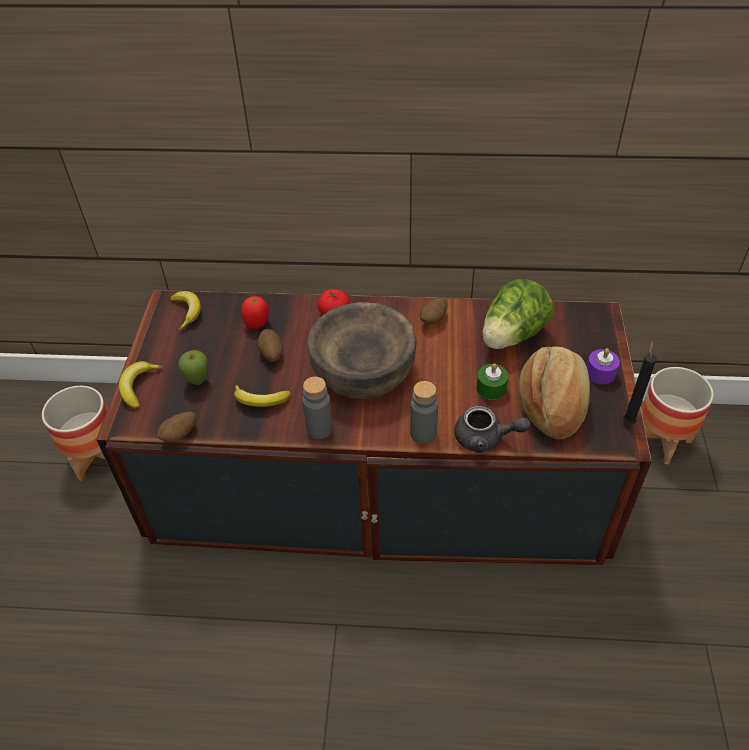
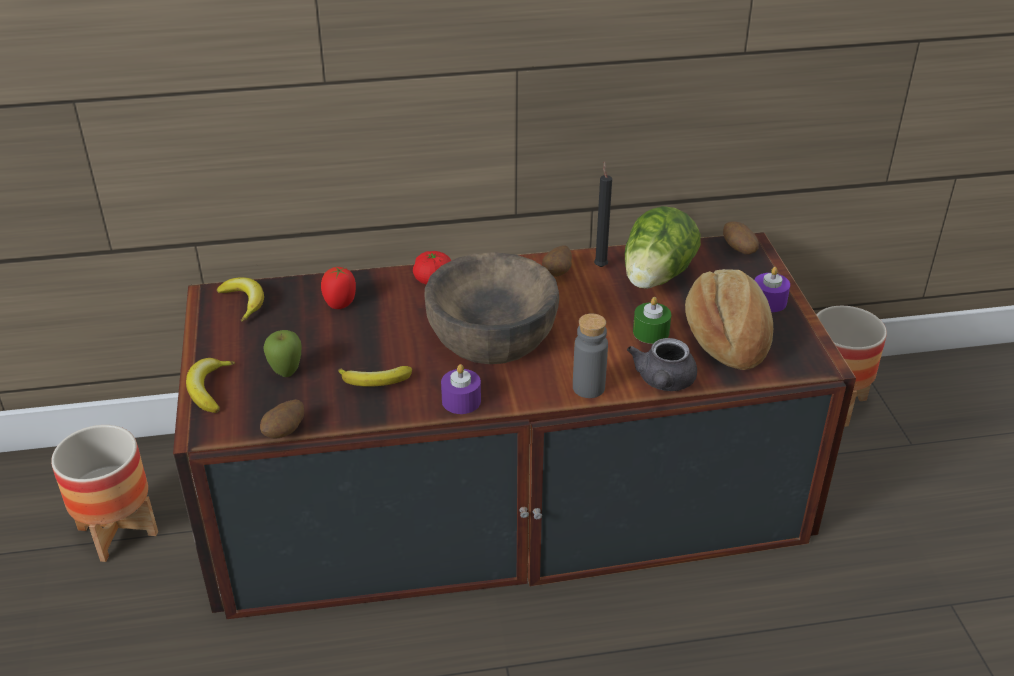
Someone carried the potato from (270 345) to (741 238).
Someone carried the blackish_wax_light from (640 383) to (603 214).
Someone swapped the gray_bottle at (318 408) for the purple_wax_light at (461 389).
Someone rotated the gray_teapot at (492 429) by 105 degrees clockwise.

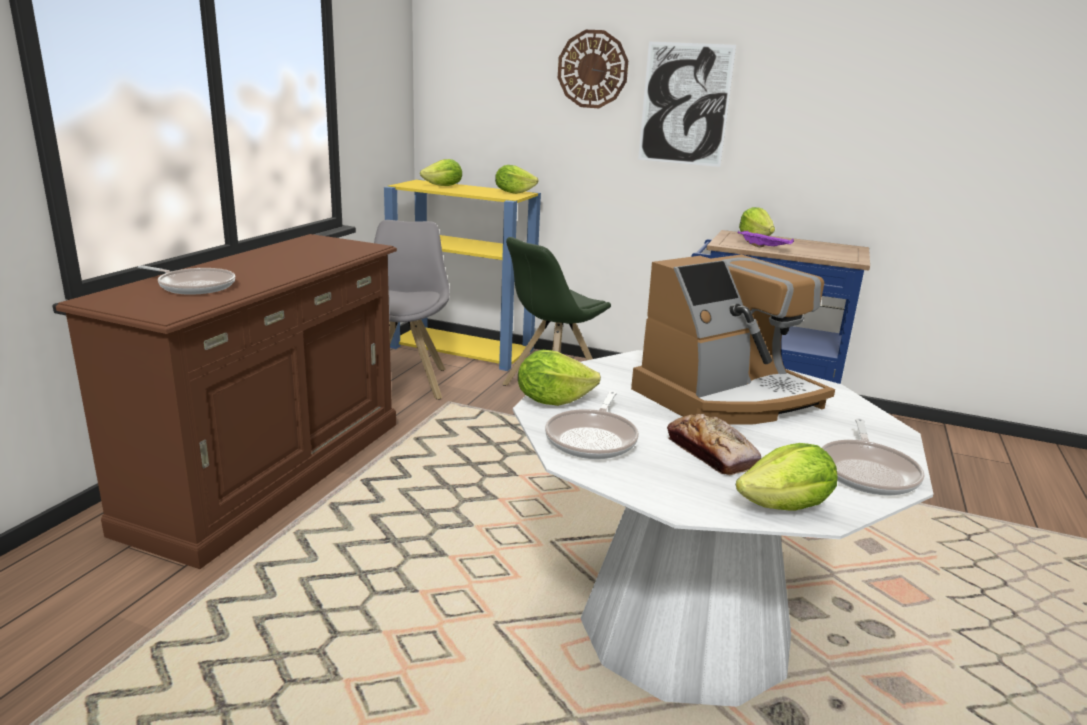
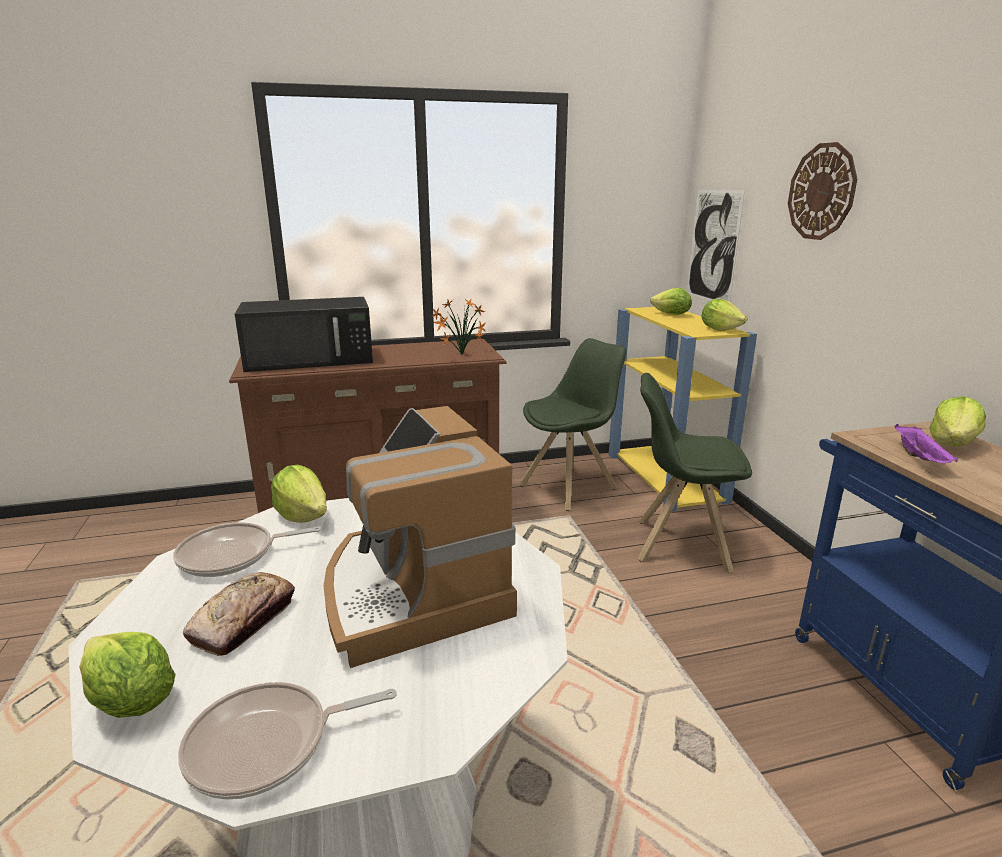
Someone carried the wall_art from (687 104) to (716 246).
Someone repainted the gray_upright_chair at (412 310), which became the greenish_upright_chair at (572 424).
Someone rotated the coffee_brewer at (733 339) by 45 degrees clockwise.
Someone swapped the skillet at (186 280) for the blackish_microwave_oven at (304 334).
Someone put down the houseplant at (459 327).

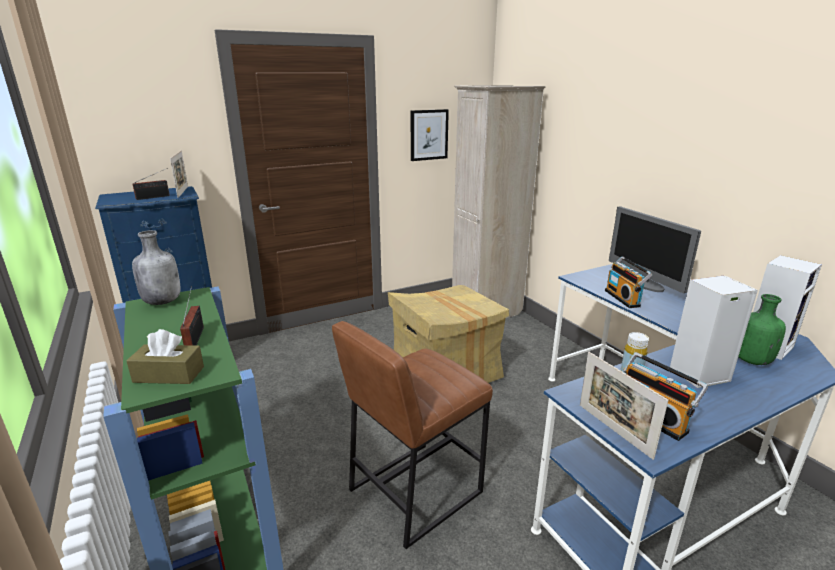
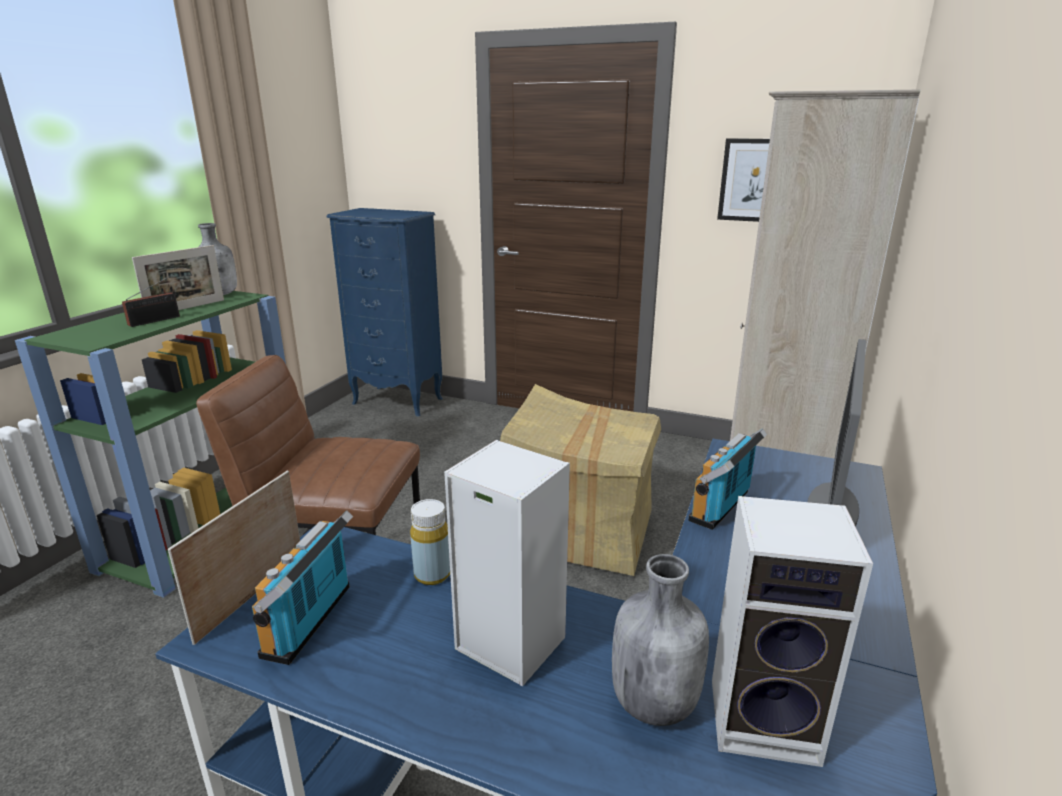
Someone carried the standing_frame from (179 174) to (178 277).
Someone took away the radio_receiver at (151 184).
Someone repainted the greenish_bottle at (762 329), which became the gray_bottle at (660 640).
Someone took away the brown-coloured_tissue_box at (165 356).

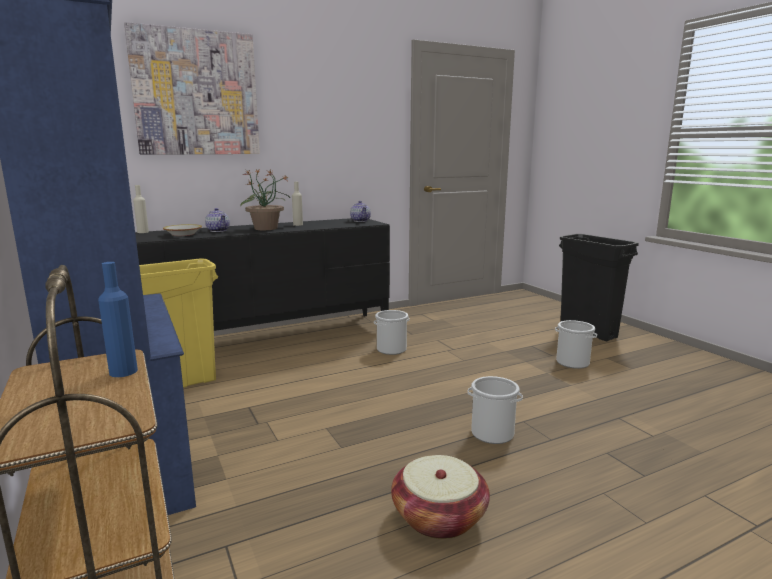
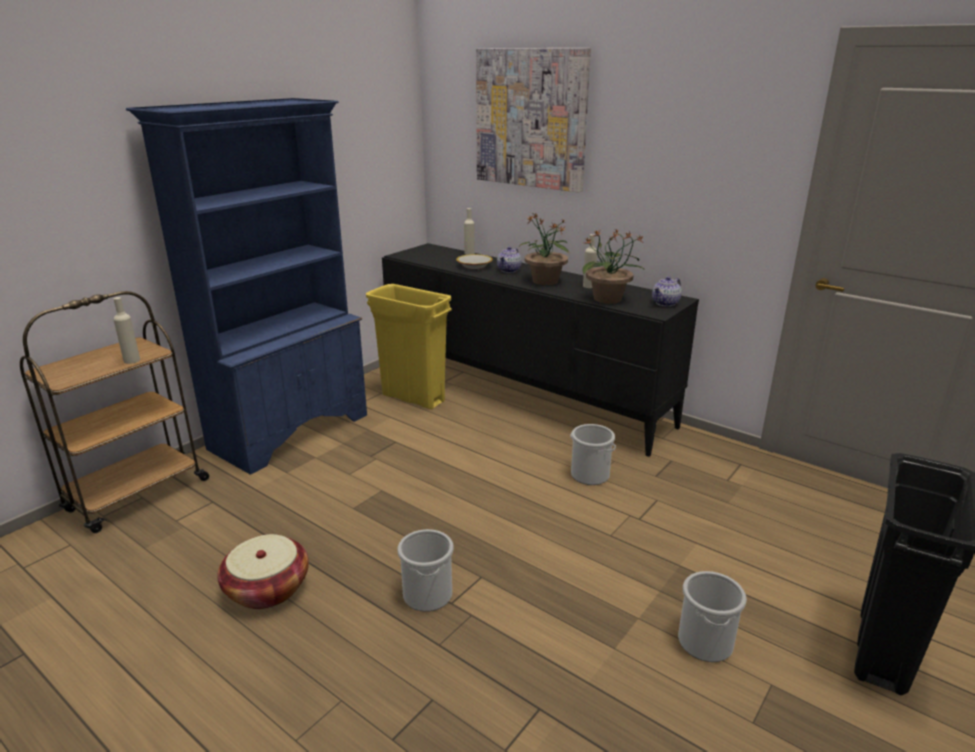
Someone repainted the blue-coloured_bottle at (118 319), which became the sand-coloured_bottle at (126 330).
Someone put down the houseplant at (614 267).

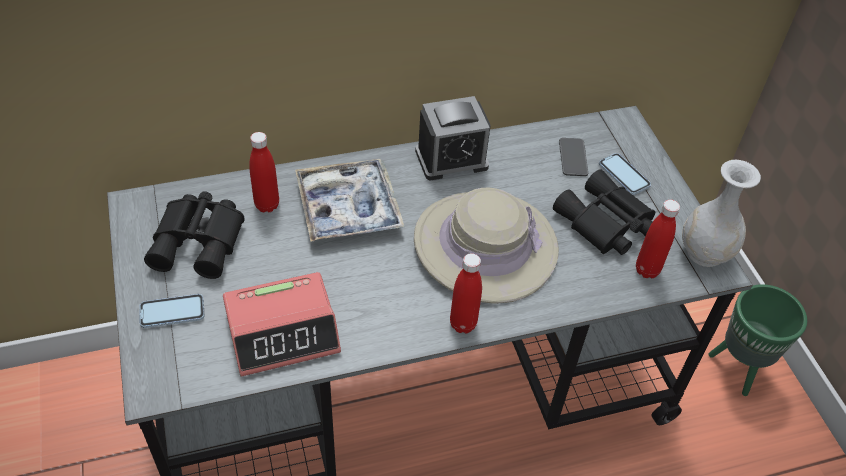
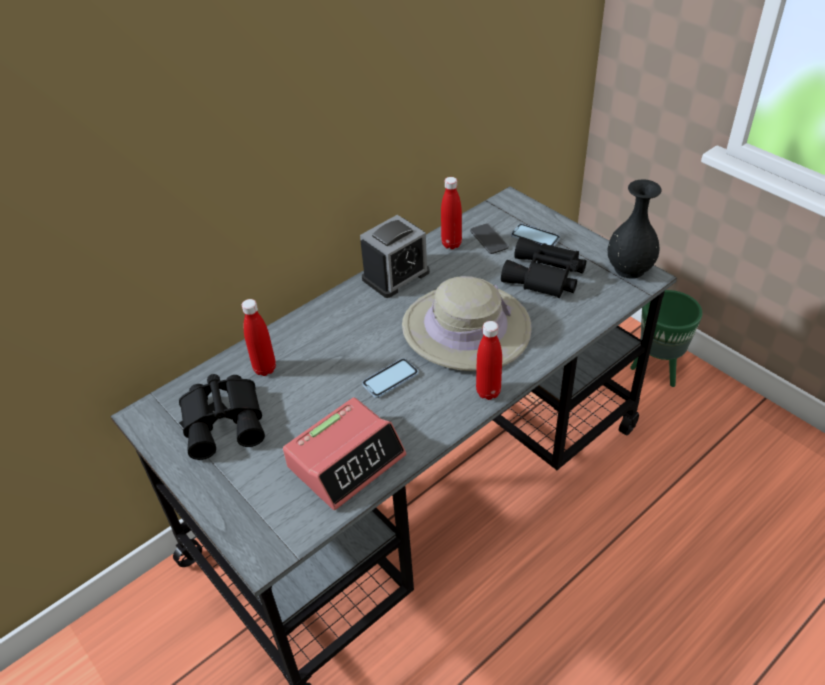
Someone took away the serving_tray at (350 200).
Someone repainted the white_decorative_vase at (721 213), which became the blackish_decorative_vase at (635 229).
Someone carried the red_bottle from (658 239) to (451 213).
Someone carried the phone from (172 311) to (390 378).

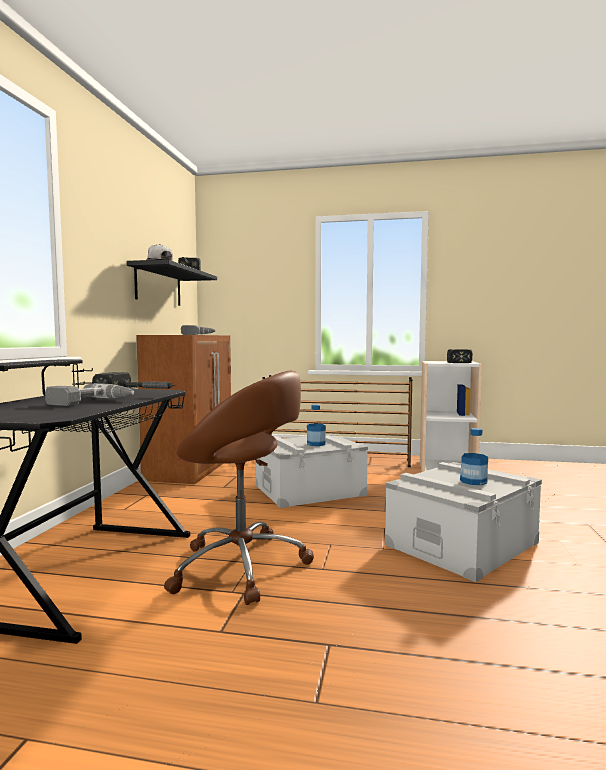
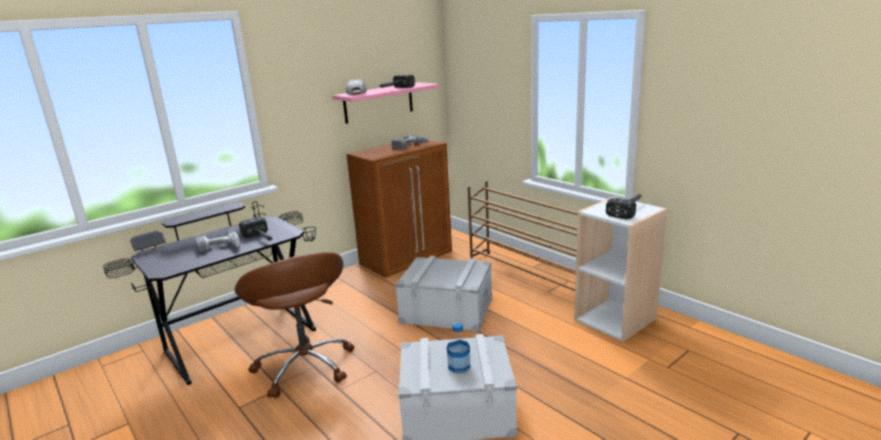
Someone repainted the blackish_bracket_shelf at (172 282), which became the pinkish_bracket_shelf at (386 103).
Someone took away the bottle at (316 425).

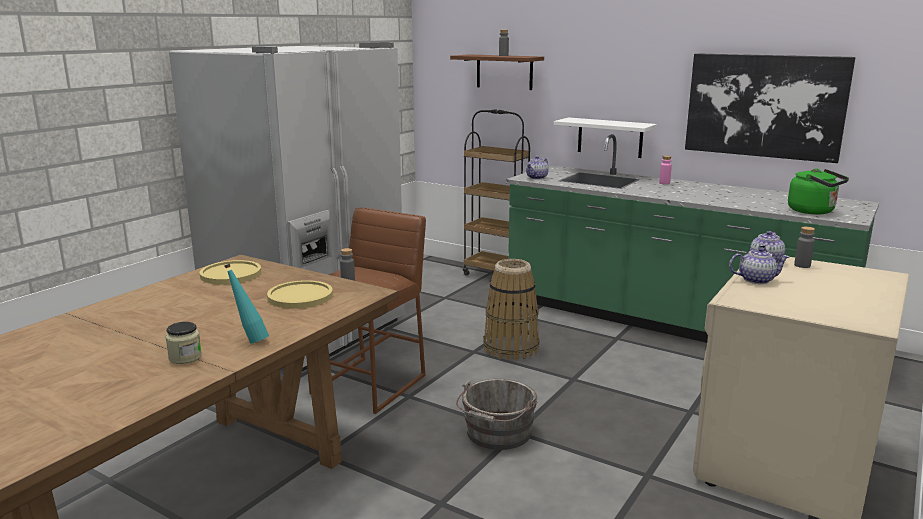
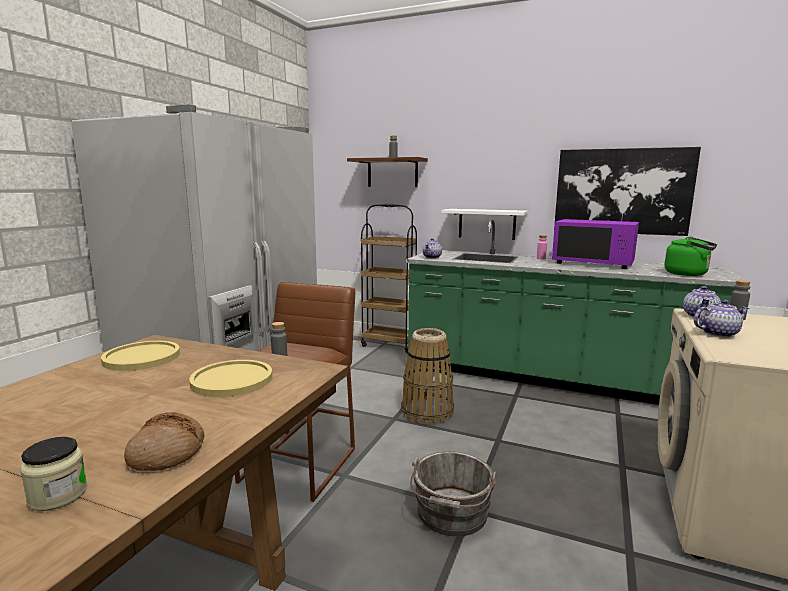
Someone swapped the turquoise_bottle at (246 303) for the bread at (164 441).
Someone put down the purple_microwave_oven at (595 244).

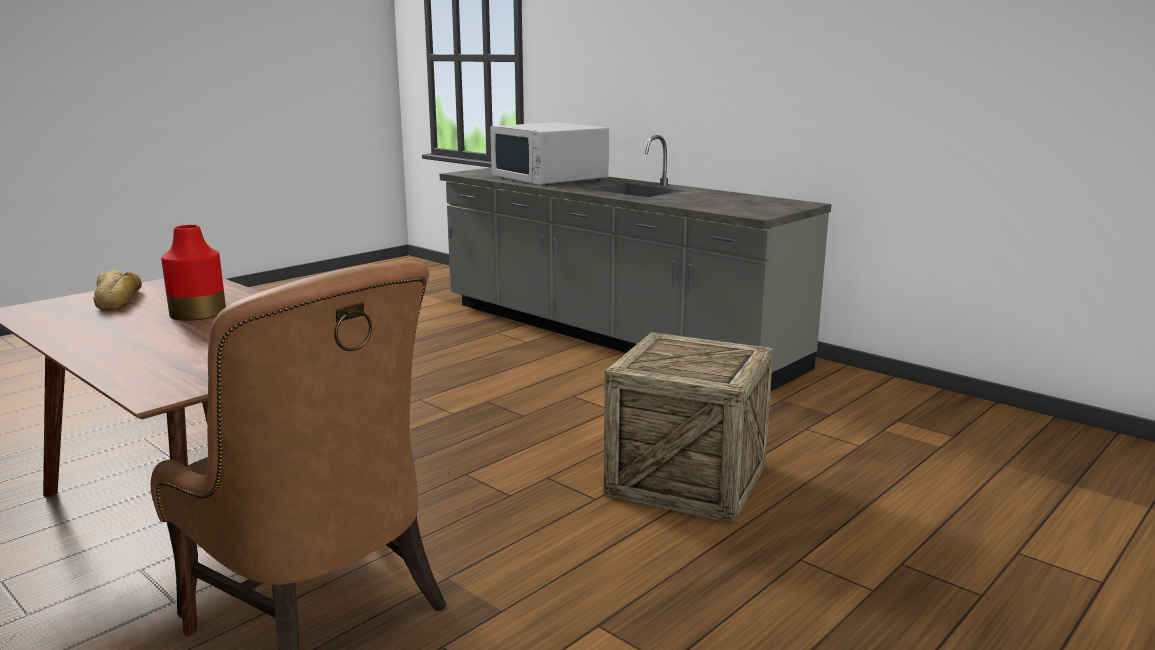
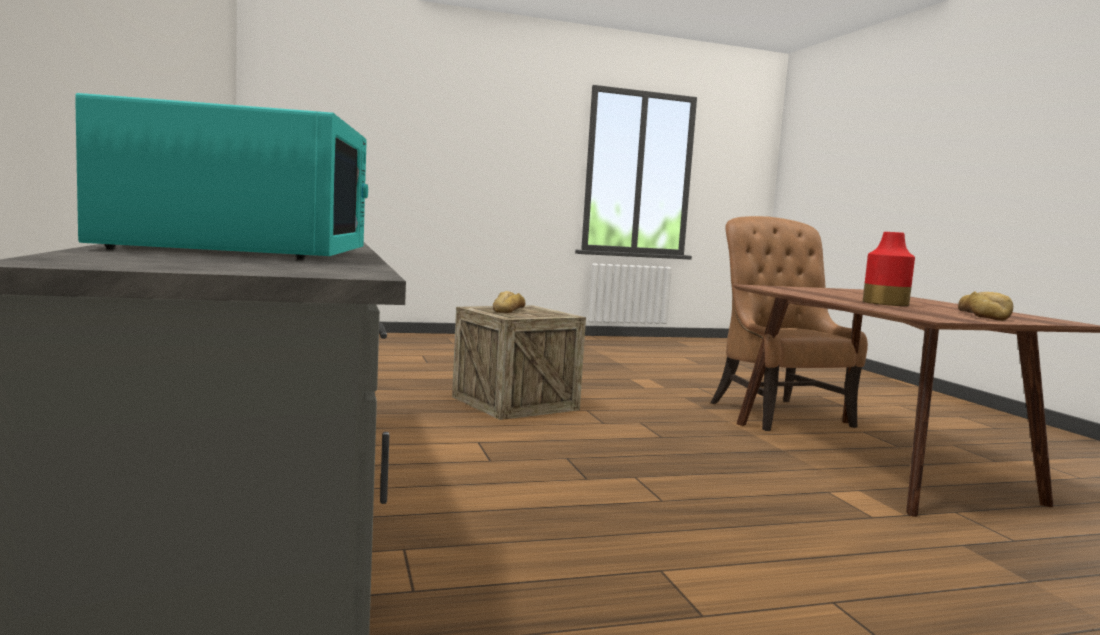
Someone repainted the white_microwave_oven at (549 153), which became the turquoise_microwave_oven at (221 176).
Someone put down the bread at (509 302).

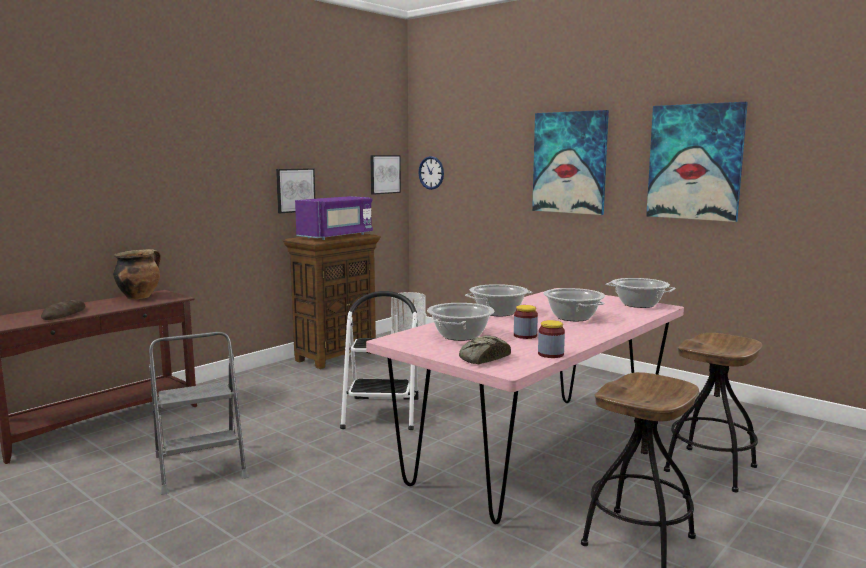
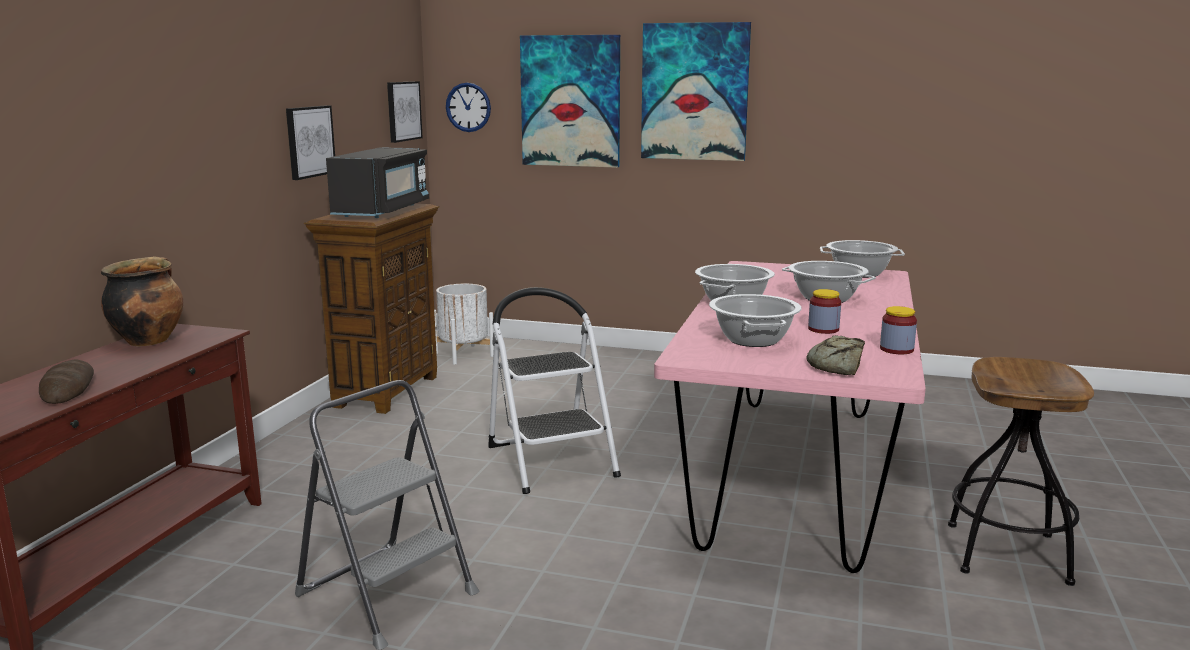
Someone carried the wall_art from (697 162) to (570 101).
Someone repainted the purple_microwave_oven at (334 218), which became the blackish_microwave_oven at (377 182).
Someone took away the brown-coloured_stool_seat at (713 412).

